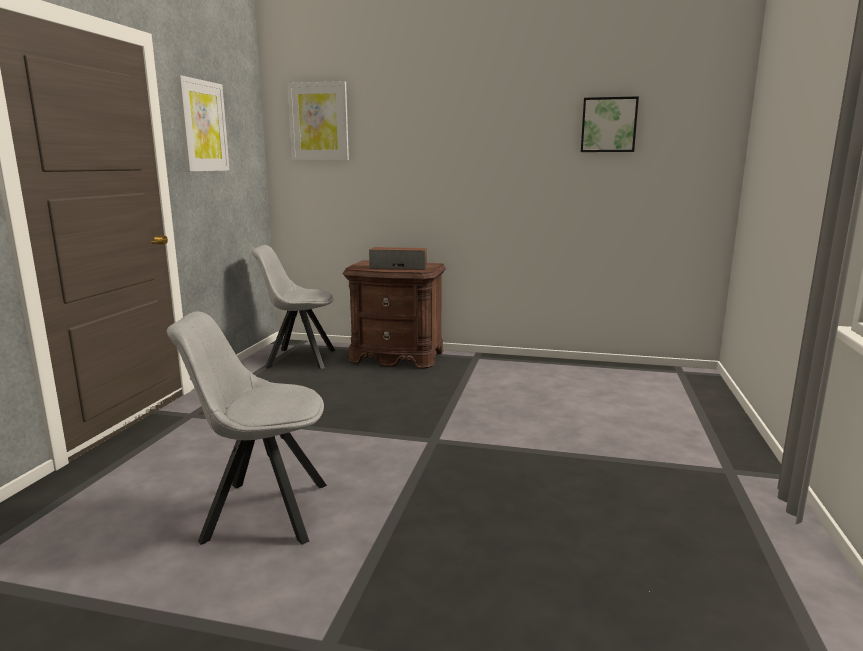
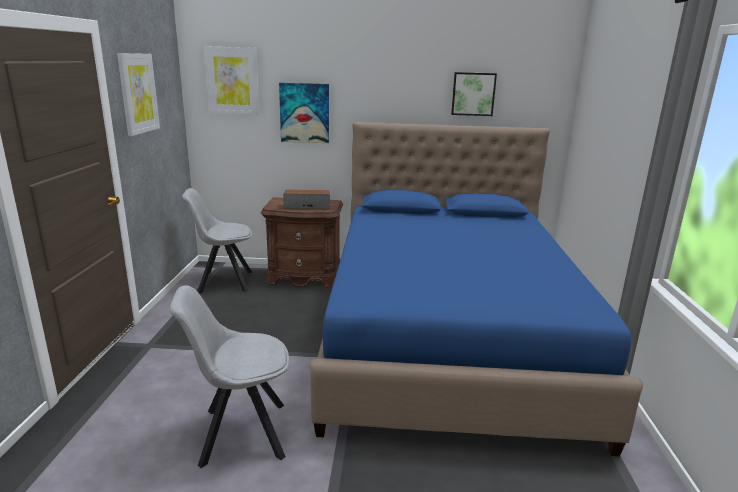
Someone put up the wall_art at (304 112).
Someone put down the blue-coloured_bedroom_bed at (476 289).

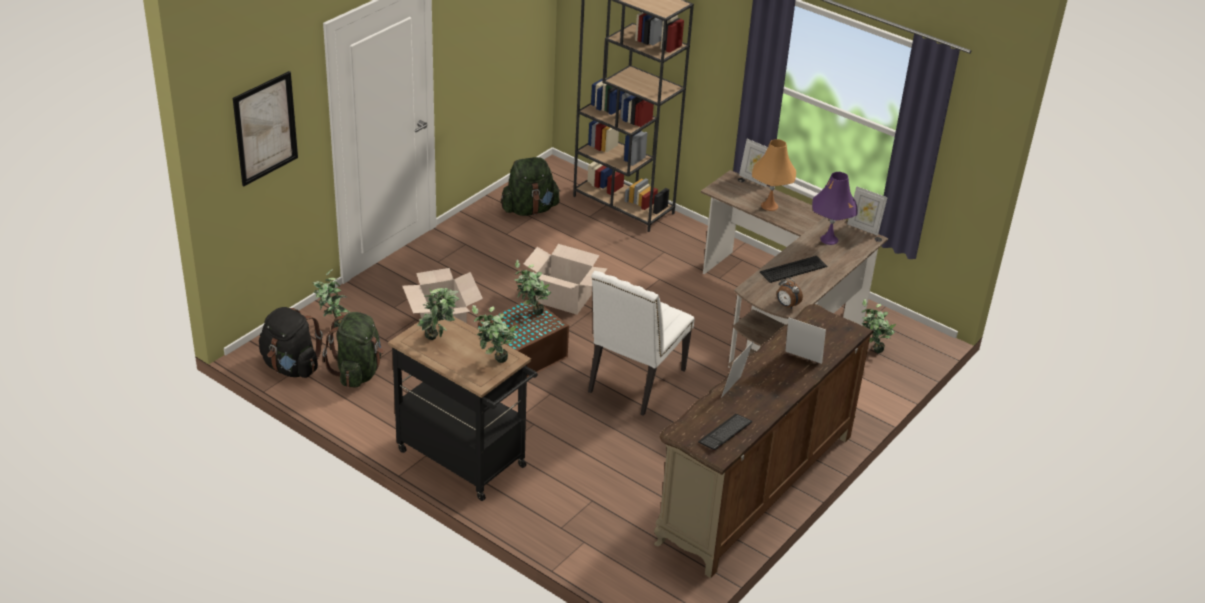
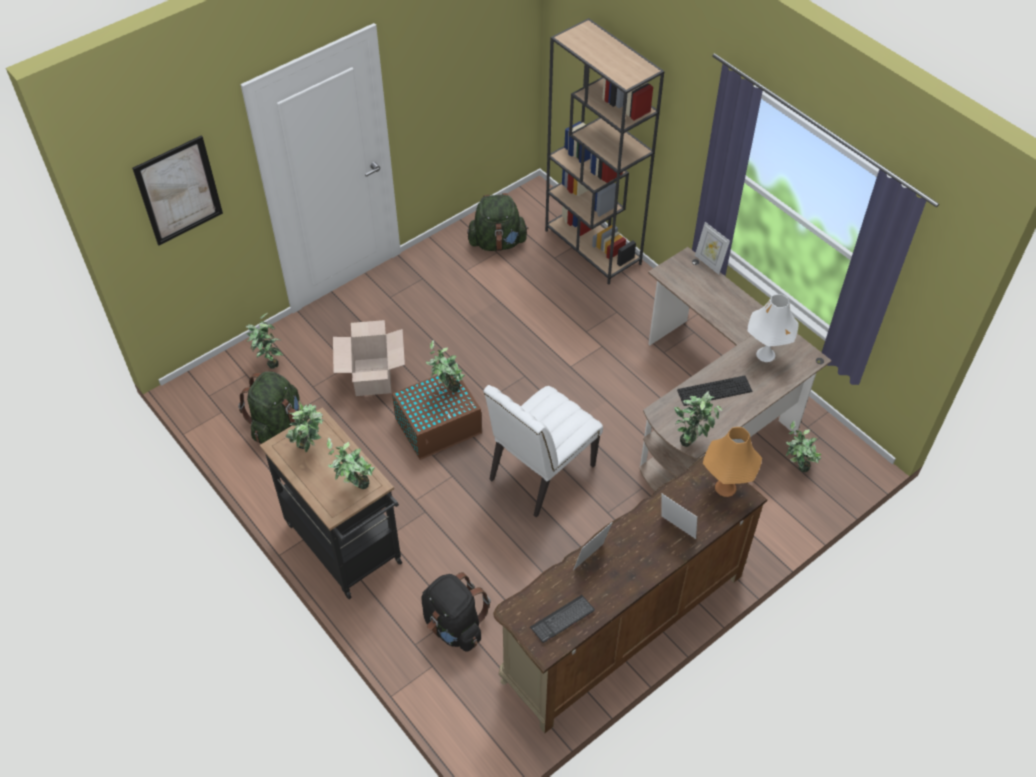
Someone carried the orange-coloured_lamp_for_a_table from (774 175) to (732 462).
Someone repainted the purple_lamp_for_a_table at (835 208), which became the white_lamp_for_a_table at (773 328).
Someone took away the standing_frame at (867 211).
Someone took away the carton at (565 279).
Someone swapped the bedside_clock at (790 293) for the houseplant at (698 419).
Someone carried the blackish_rucksack from (291 342) to (456 612).

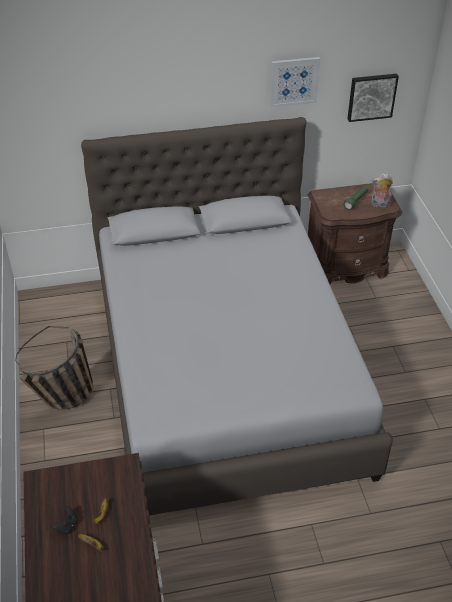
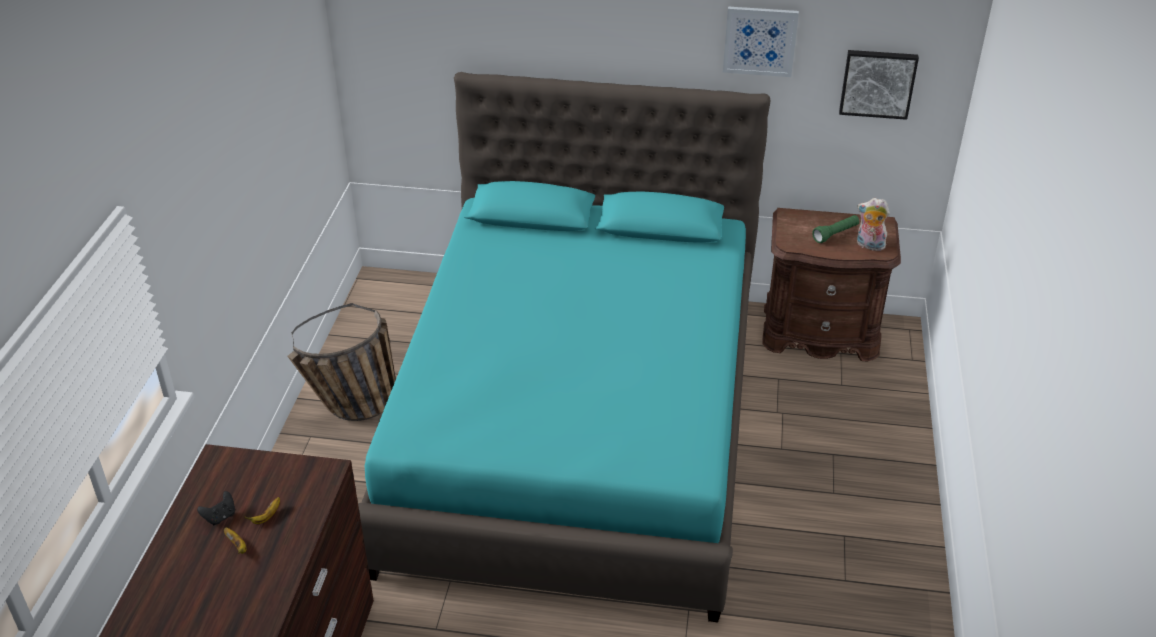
Someone repainted the gray_bedroom_bed at (237 316), which became the turquoise_bedroom_bed at (564 347).

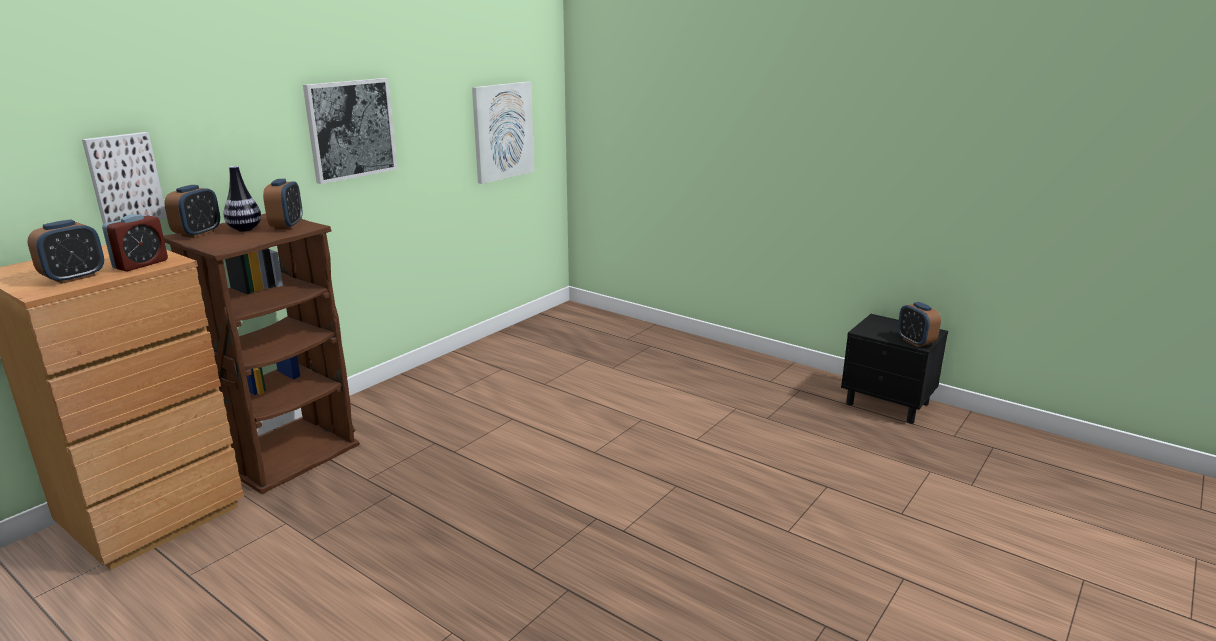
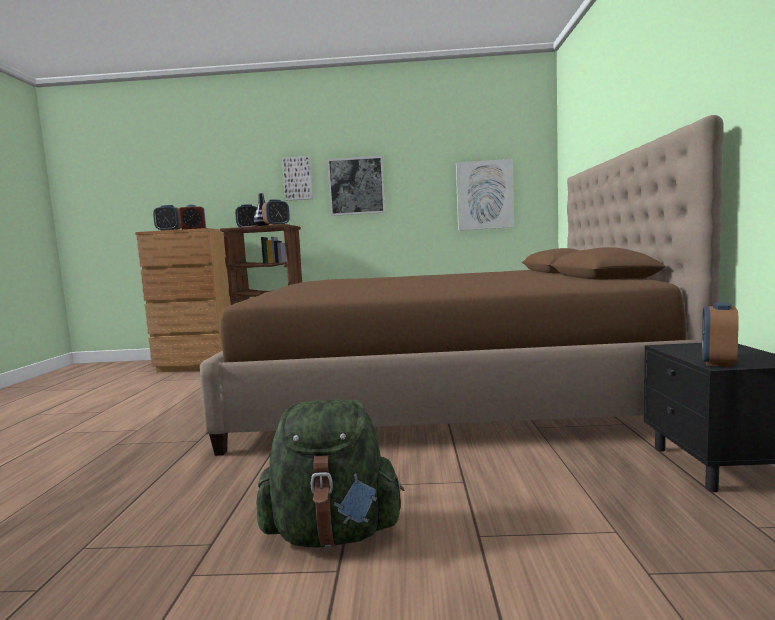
Someone carried the wall_art from (124 178) to (297 178).
Someone put down the brown-coloured_bedroom_bed at (462 285).
Someone put down the greenish_rucksack at (330 473).

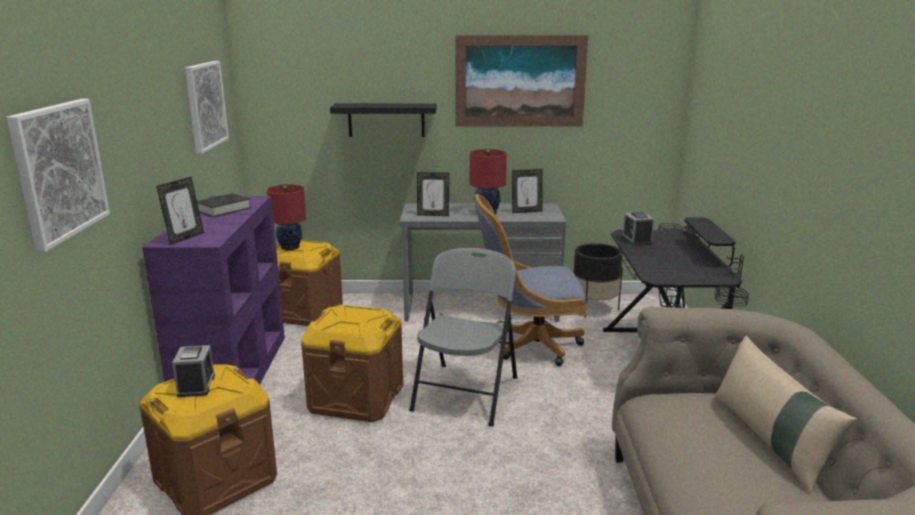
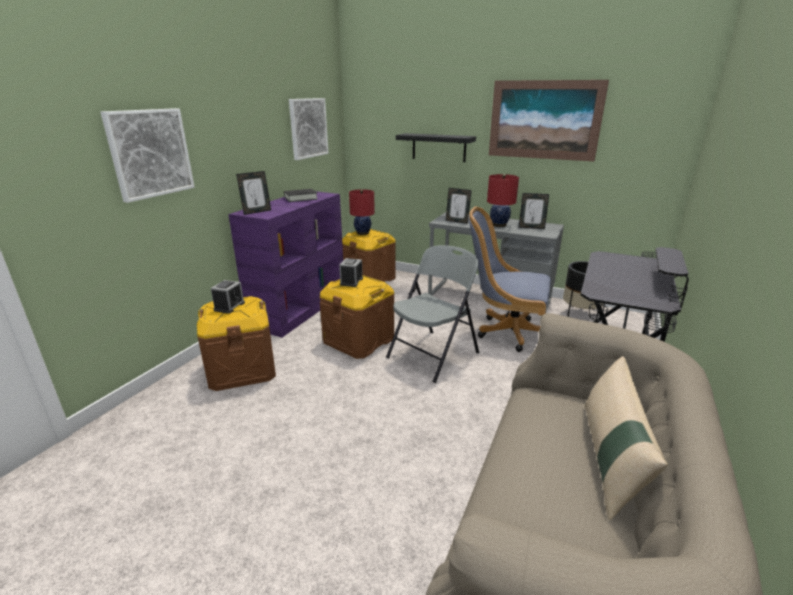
Someone carried the bedside_clock from (638 229) to (351 272).

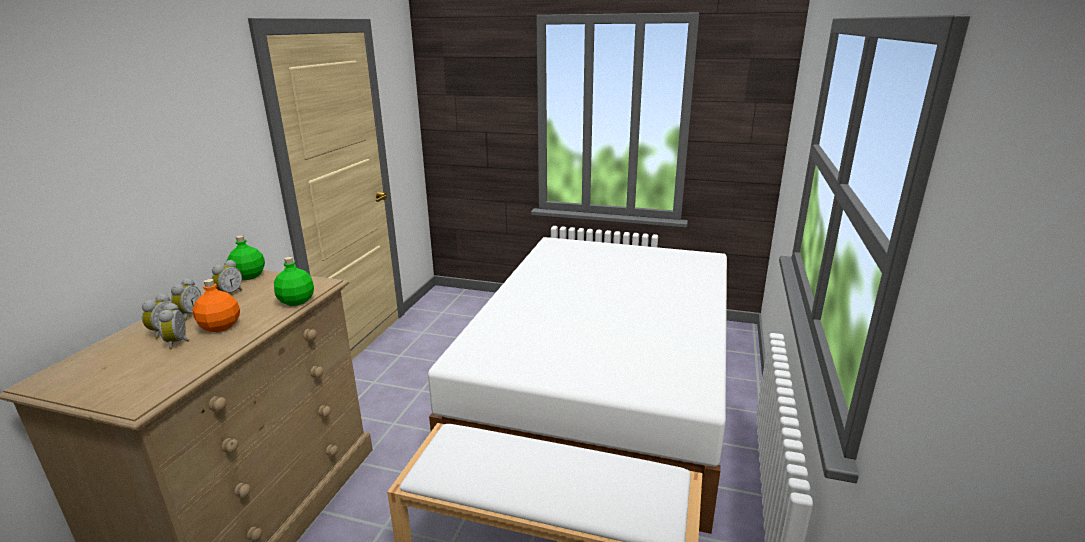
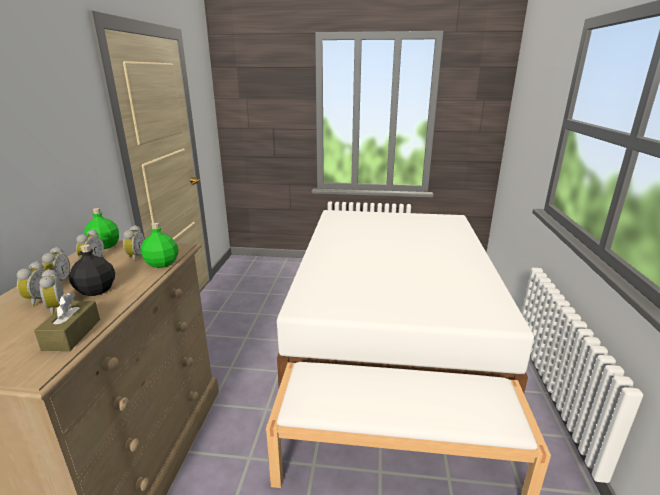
Someone repainted the orange-coloured_bottle at (216 305), which became the blackish_bottle at (92 270).
Someone put down the bedside_clock at (134 243).
Someone put down the brown-coloured_tissue_box at (67 322).

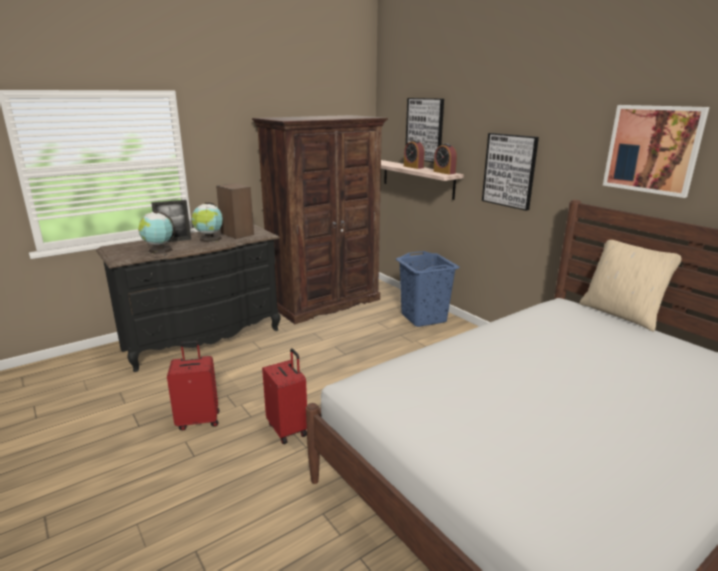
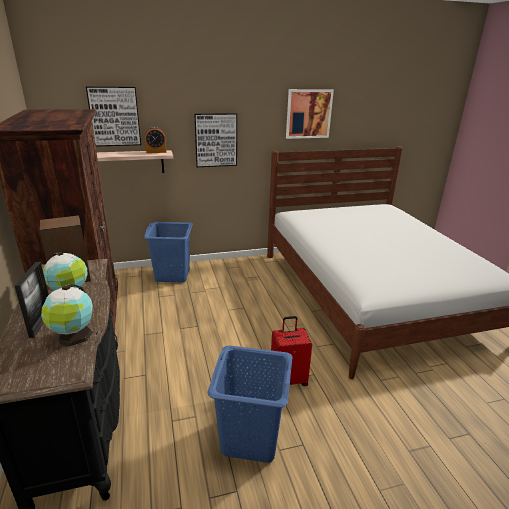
Someone took away the bedside_clock at (414 154).
Someone took away the sand-coloured_throw_pillow at (630 286).
Someone swapped the red_travel_case at (193 385) for the blue-coloured_hamper at (249 404).

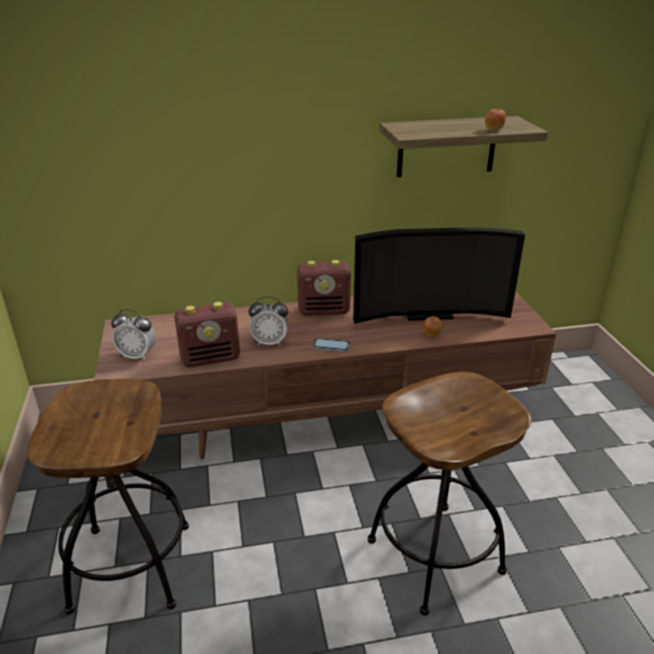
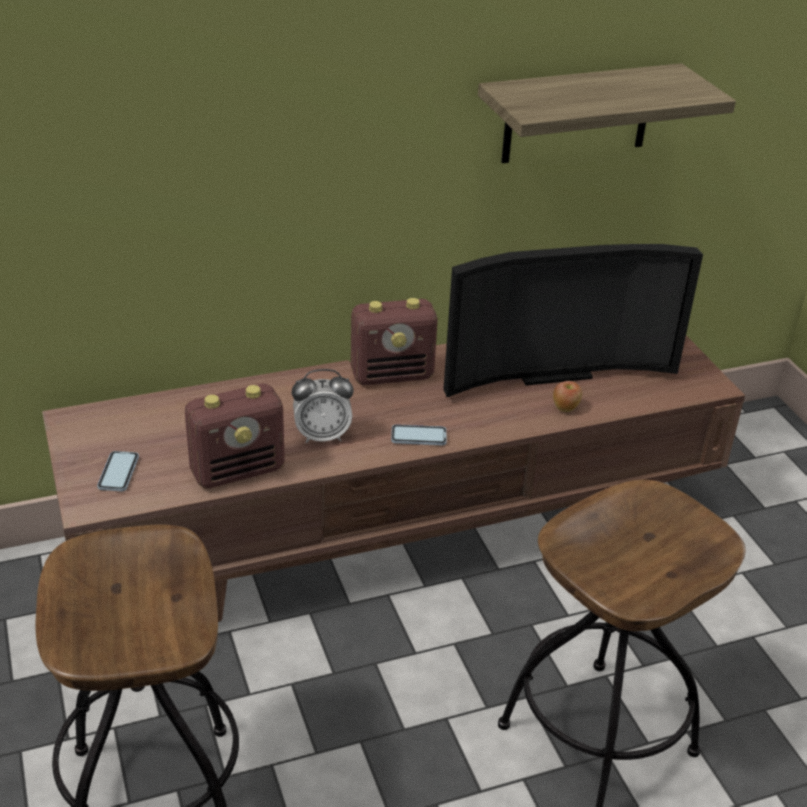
Someone took away the whole_apple at (495 120).
Someone swapped the bedside_clock at (133 334) for the phone at (118 471).

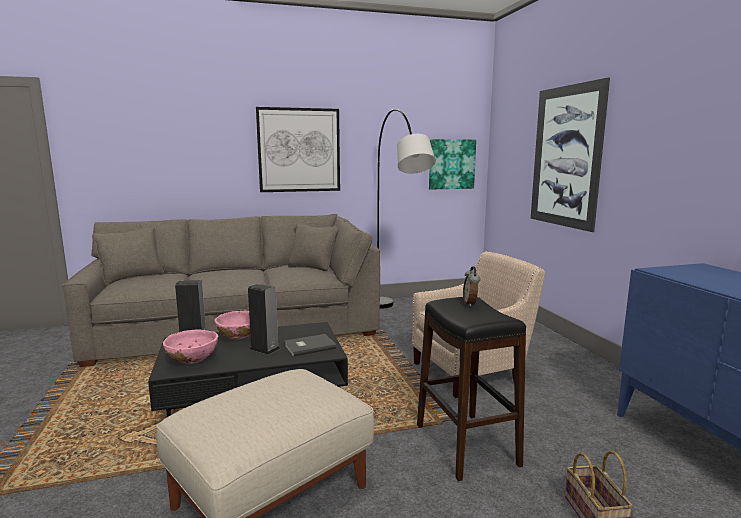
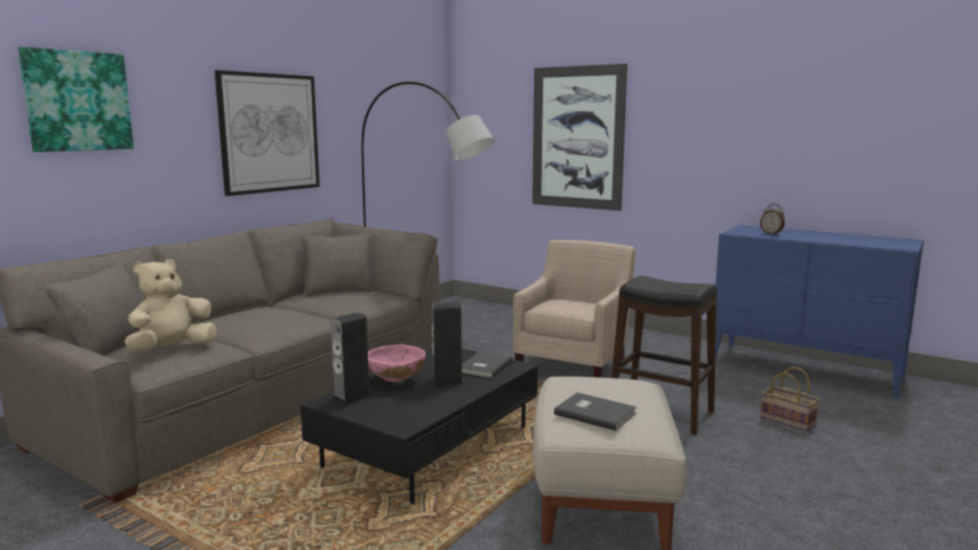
Someone carried the wall_art from (452 164) to (76 99).
Someone carried the bedside_clock from (471 286) to (772 219).
Someone took away the pinkish_bowl at (190 346).
Someone put down the sand-coloured_soft_toy at (170 305).
Someone put down the gray_bound_book at (595 411).

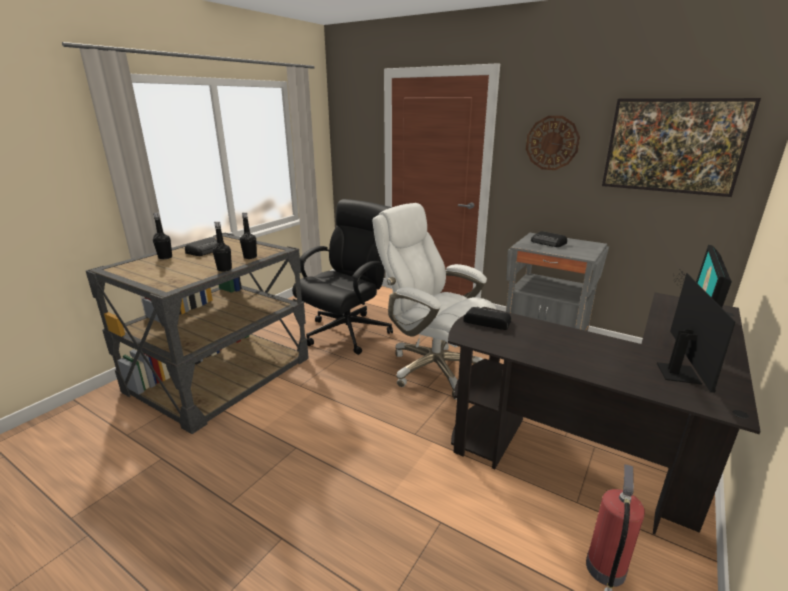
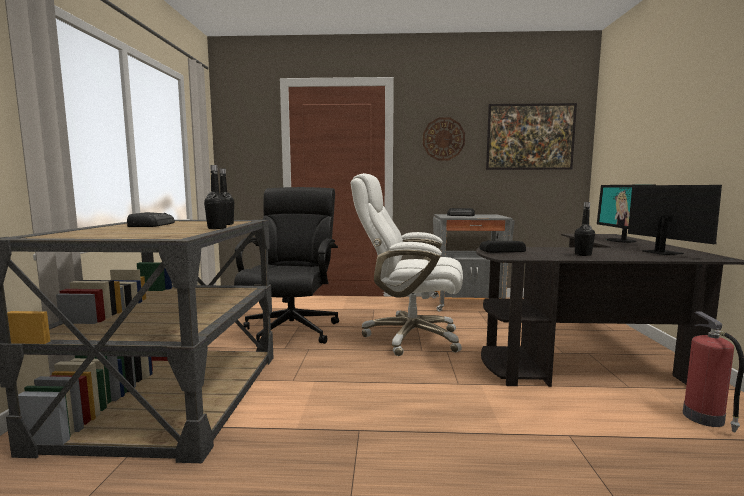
Someone carried the blackish_bottle from (162 236) to (585 229).

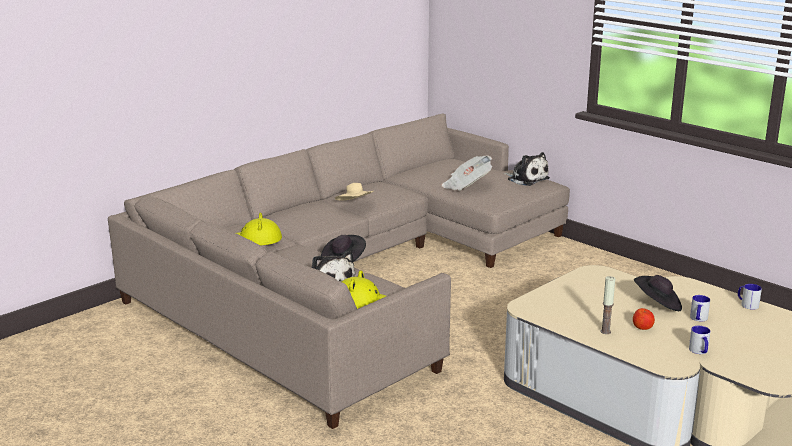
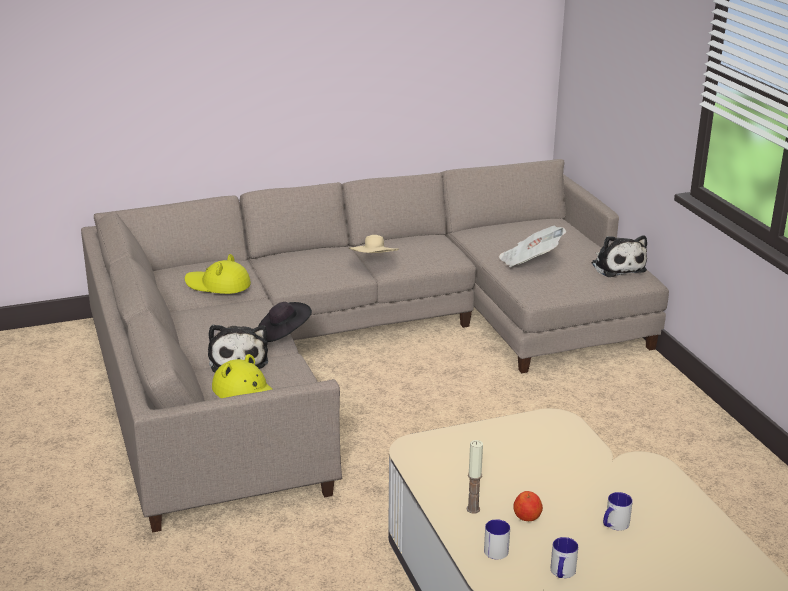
Someone took away the blackish_wearable_hat at (658 293).
Someone carried the tea_mug from (750 297) to (497 539).

